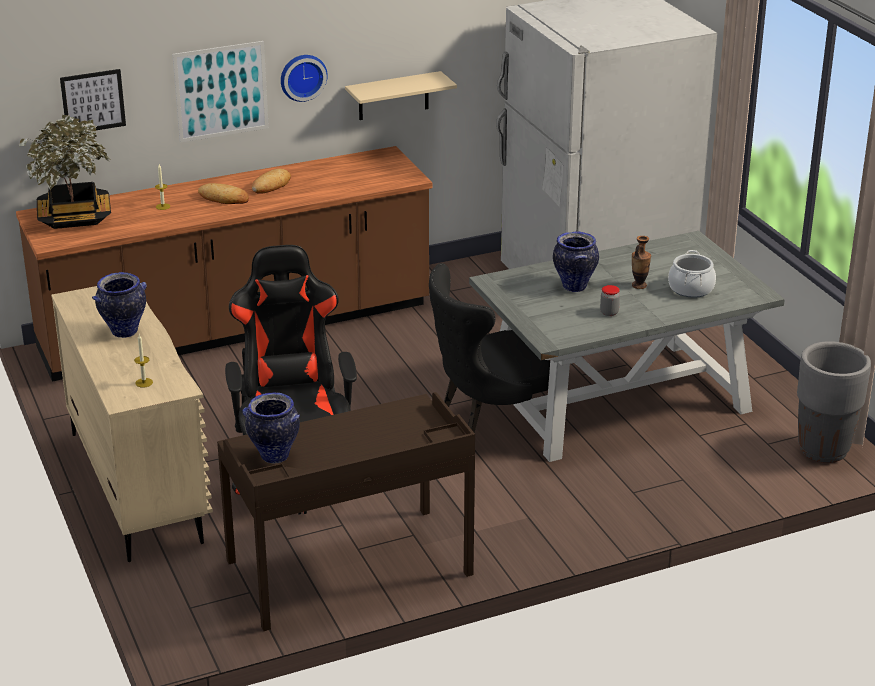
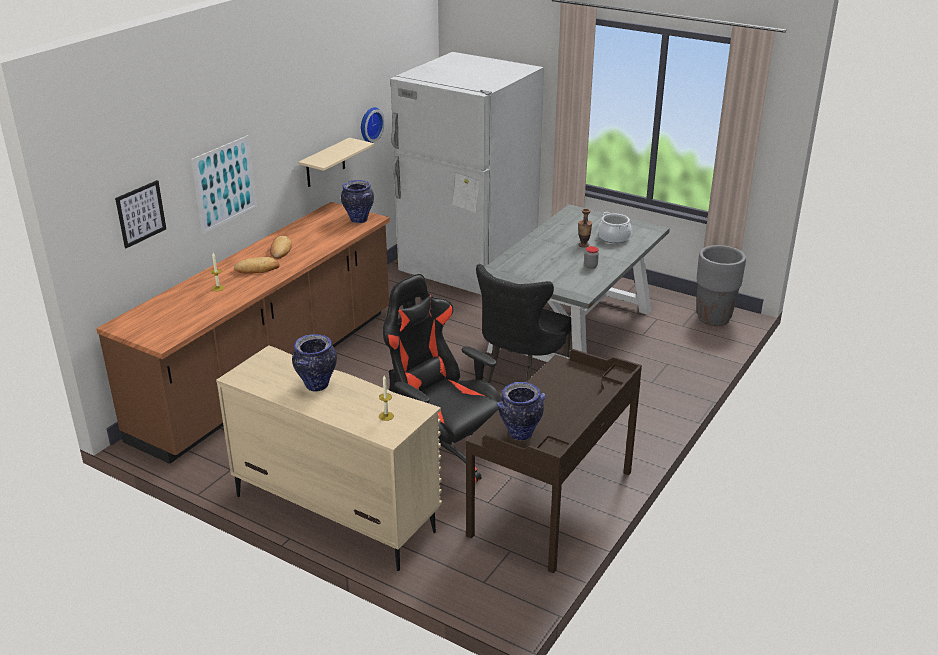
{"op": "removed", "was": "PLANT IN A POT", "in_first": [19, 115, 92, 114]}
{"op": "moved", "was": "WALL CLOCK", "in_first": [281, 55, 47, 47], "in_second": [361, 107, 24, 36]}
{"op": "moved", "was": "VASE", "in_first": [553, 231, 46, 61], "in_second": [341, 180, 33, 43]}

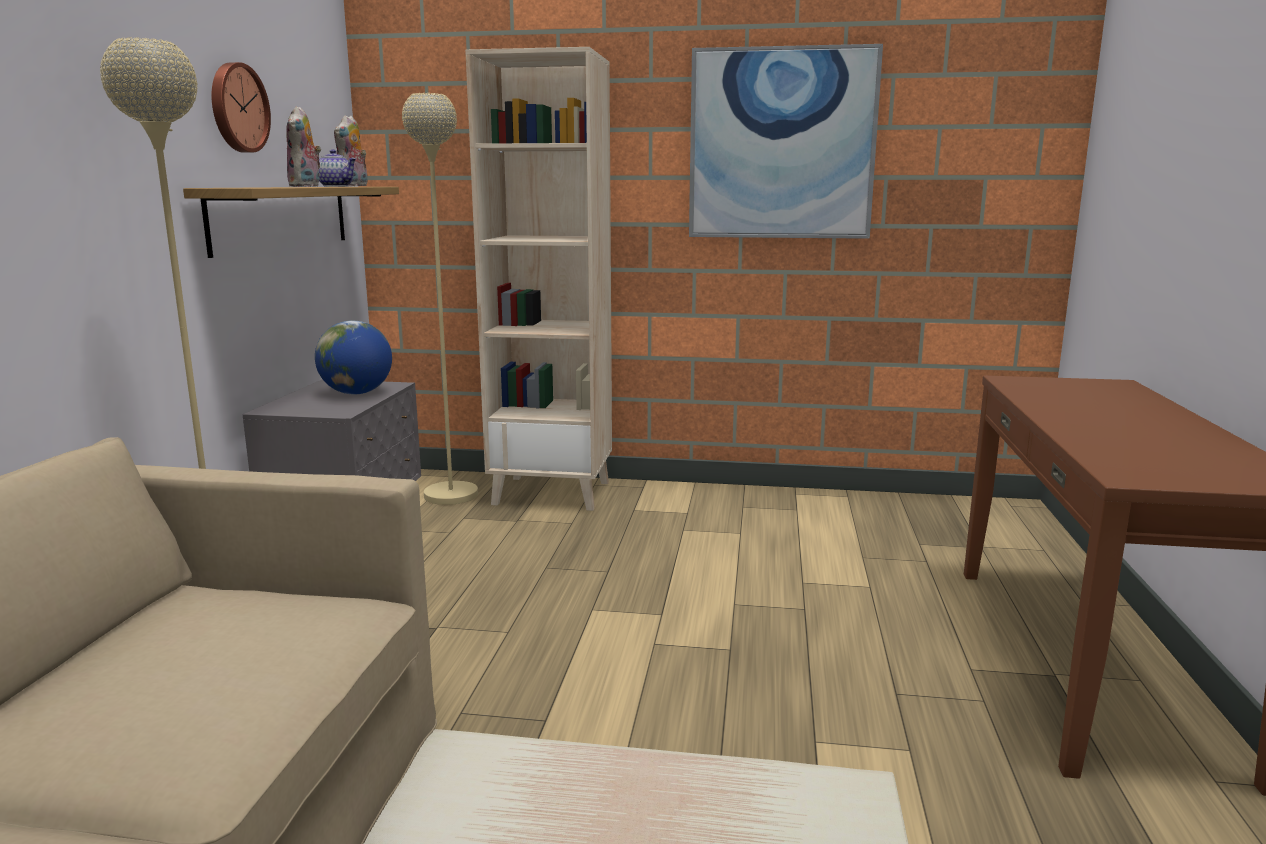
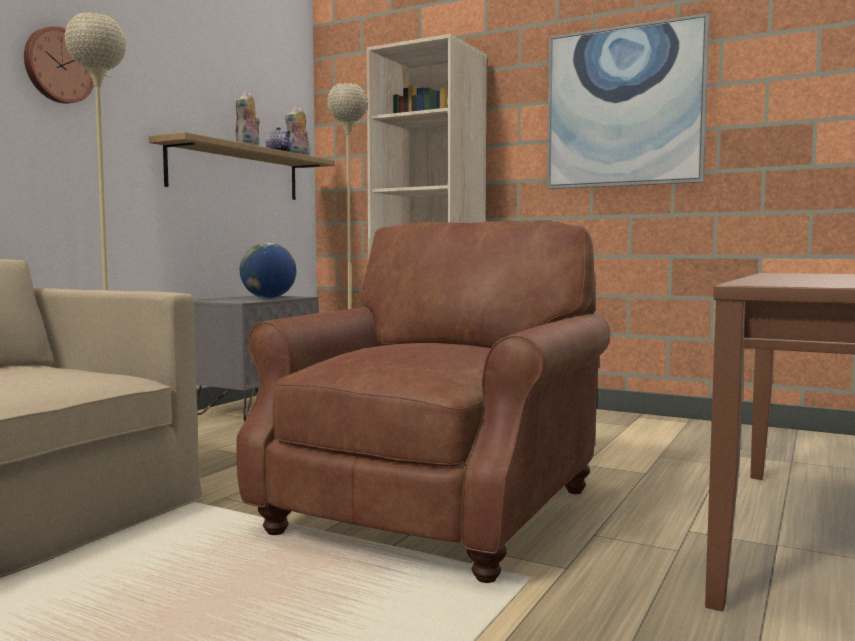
{"op": "added", "now": "BROWNISH LOUNGE CHAIR", "in_second": [236, 220, 374, 363]}
{"op": "moved", "was": "WALL CLOCK", "in_first": [211, 62, 60, 91], "in_second": [24, 26, 70, 78]}

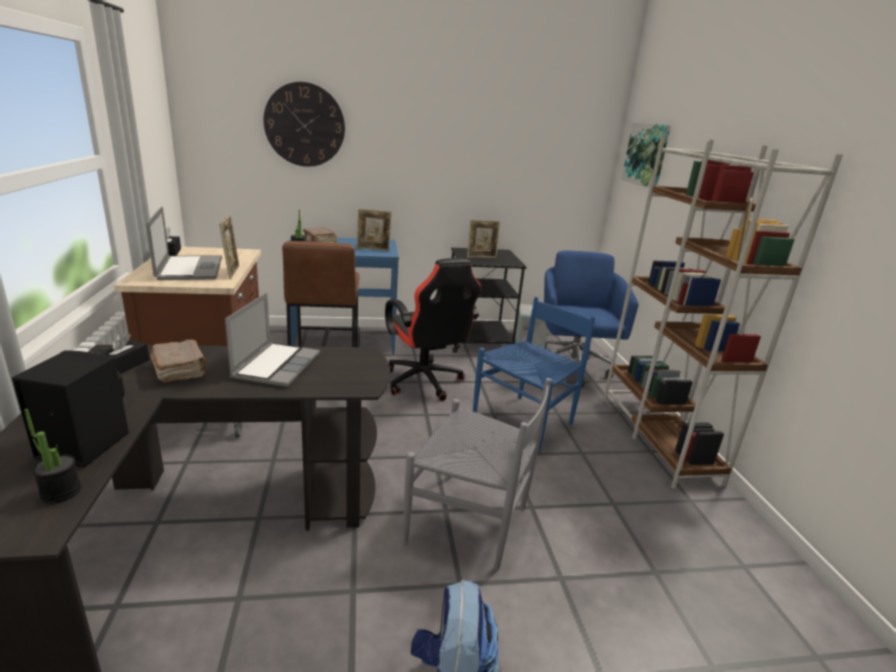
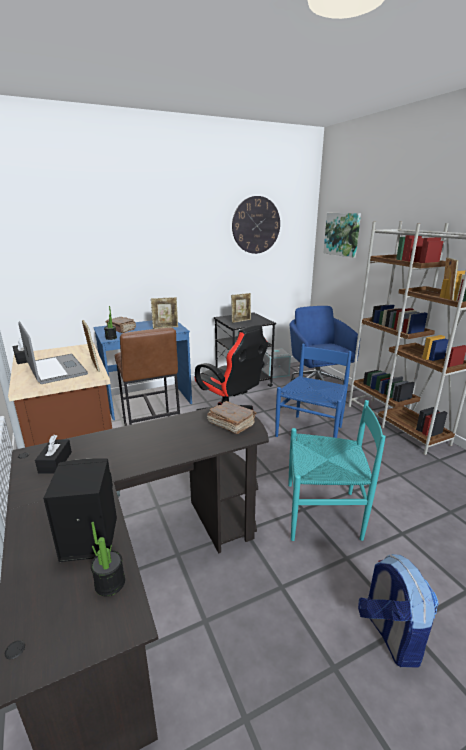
{"op": "removed", "was": "LAPTOP", "in_first": [225, 293, 95, 94]}
{"op": "moved", "was": "BROWNISH BOUND BOOK", "in_first": [151, 339, 56, 44], "in_second": [207, 401, 49, 33]}
{"op": "moved", "was": "WALL CLOCK", "in_first": [263, 82, 82, 85], "in_second": [232, 196, 48, 58]}
{"op": "recoloured", "was": "GREY UPRIGHT CHAIR", "now": "TURQUOISE UPRIGHT CHAIR", "in_first": [403, 378, 148, 192], "in_second": [288, 400, 98, 141]}

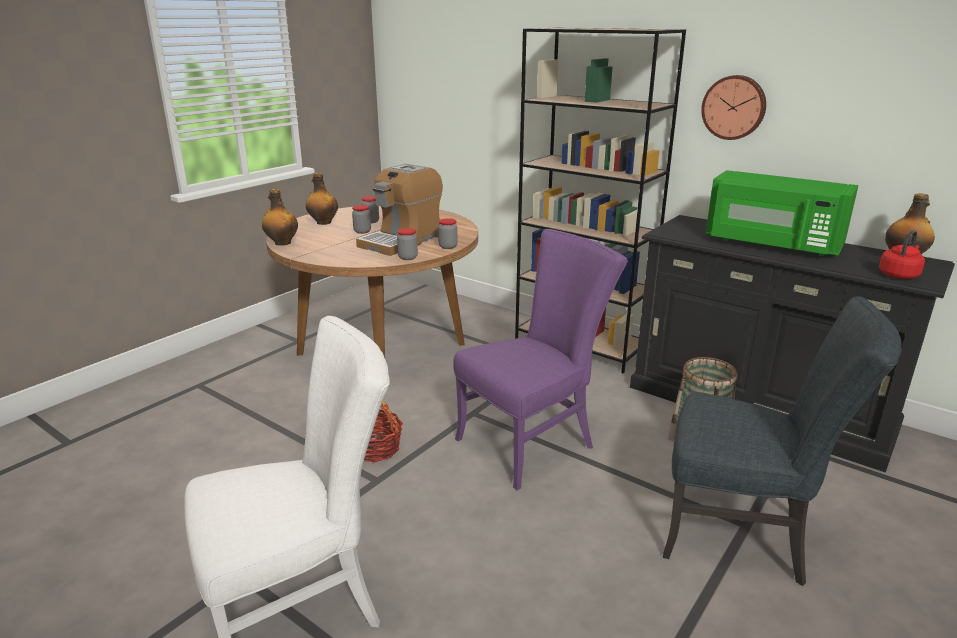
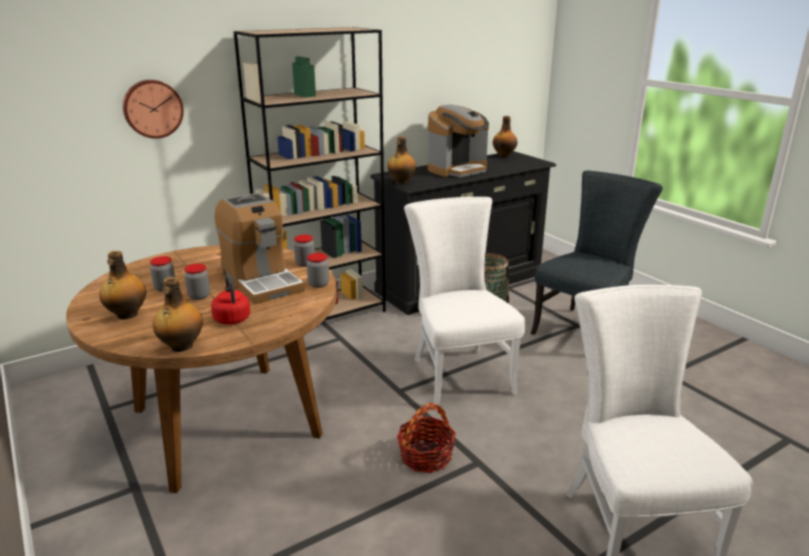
{"op": "added", "now": "BOTTLE", "in_second": [388, 137, 28, 47]}
{"op": "moved", "was": "WALL CLOCK", "in_first": [701, 75, 65, 65], "in_second": [123, 80, 61, 59]}
{"op": "moved", "was": "RED-COLOURED WATER KETTLE", "in_first": [879, 230, 46, 49], "in_second": [211, 275, 39, 50]}
{"op": "replaced", "was": "GREEN MICROWAVE", "now": "COFFEE MACHINE", "in_first": [706, 170, 152, 86], "in_second": [428, 104, 61, 73]}
{"op": "recoloured", "was": "PURPLE UPRIGHT CHAIR", "now": "WHITE-COLOURED UPRIGHT CHAIR", "in_first": [453, 229, 175, 261], "in_second": [404, 197, 121, 209]}

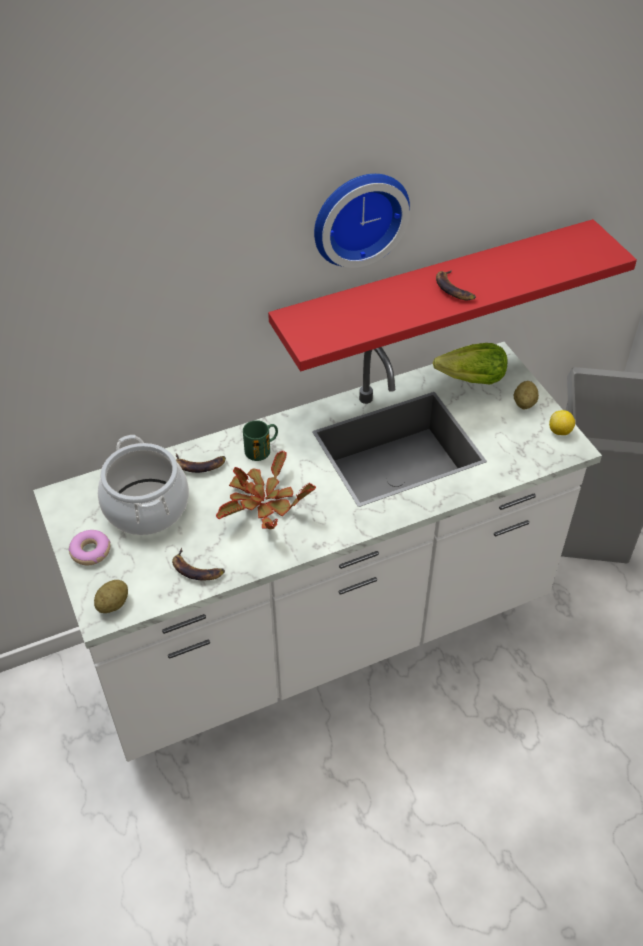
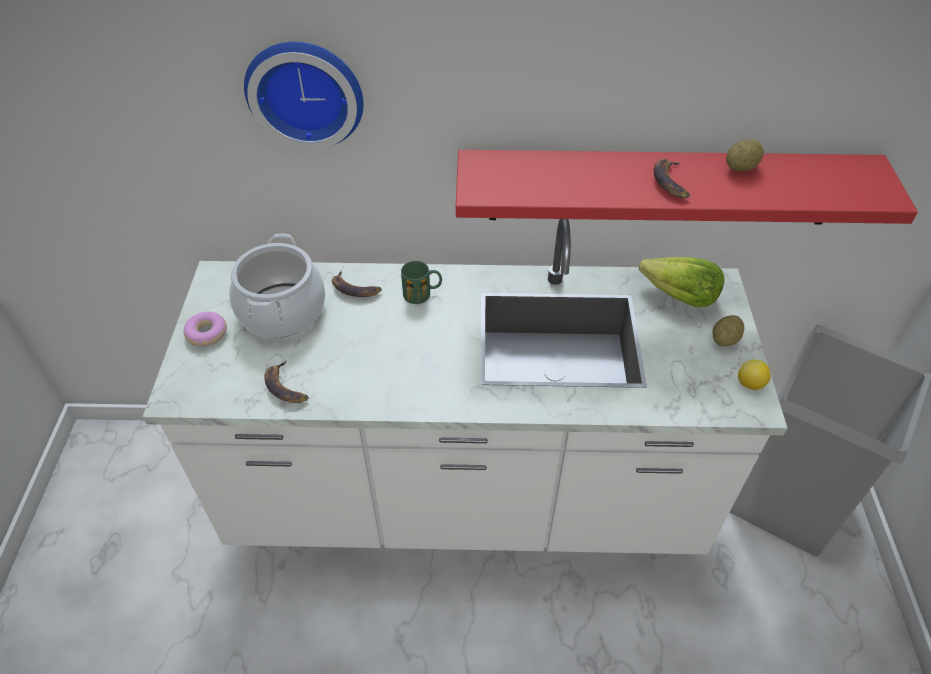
{"op": "removed", "was": "PLANT IN A POT", "in_first": [216, 451, 100, 78]}
{"op": "moved", "was": "POTATO", "in_first": [94, 580, 34, 33], "in_second": [726, 139, 38, 32]}
{"op": "moved", "was": "WALL CLOCK", "in_first": [314, 174, 96, 94], "in_second": [244, 42, 120, 107]}

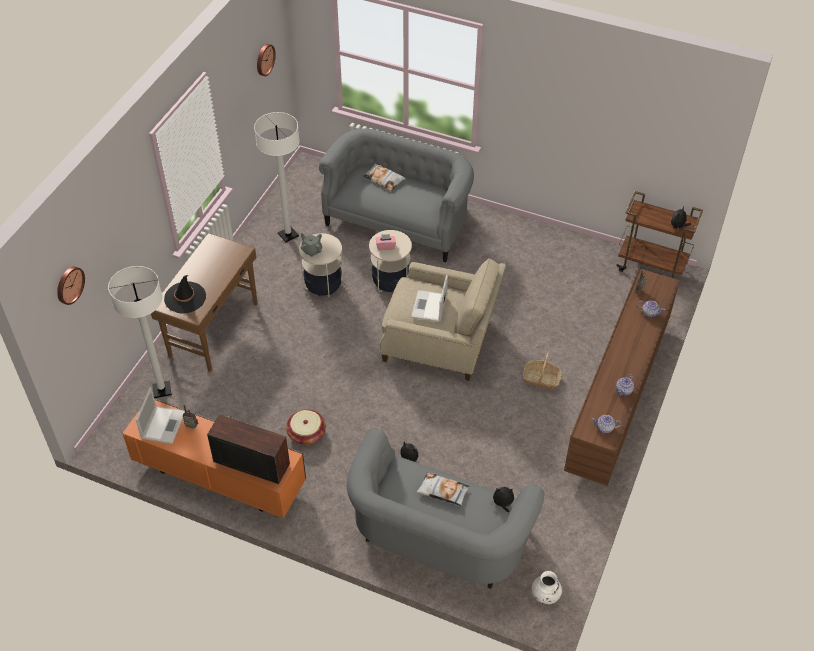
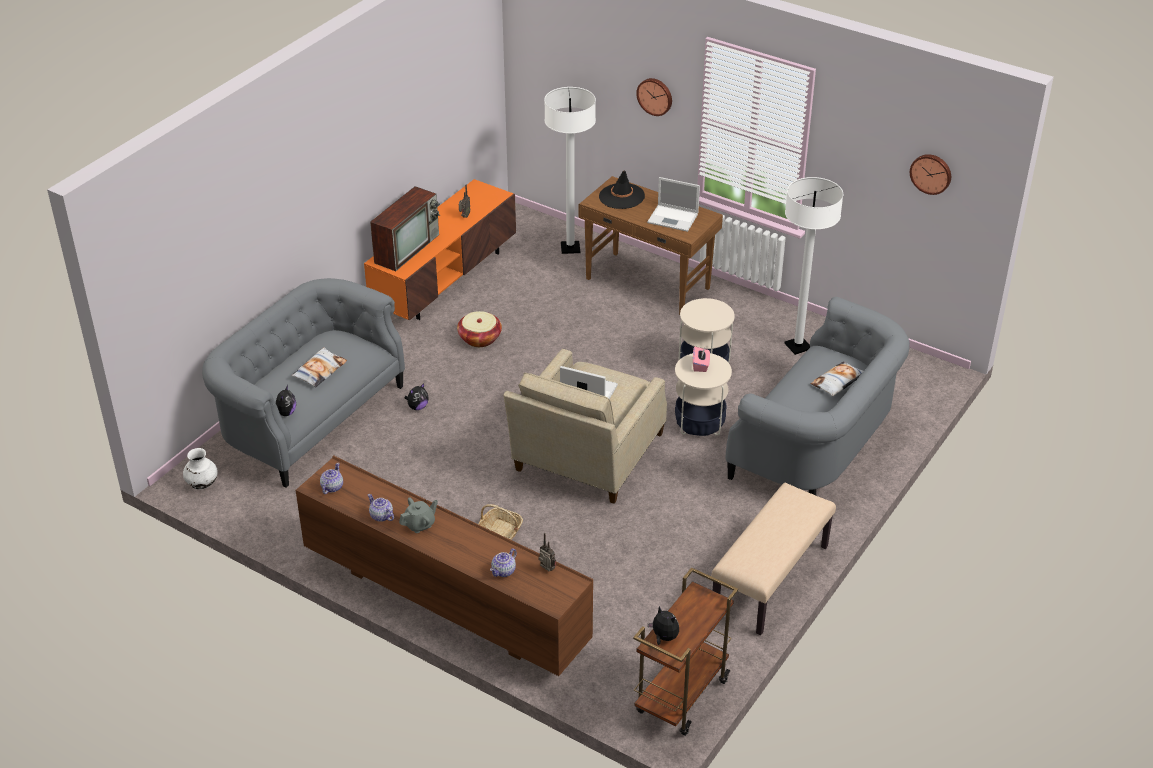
{"op": "added", "now": "BEIGE INDOOR BENCH", "in_second": [711, 483, 125, 152]}
{"op": "moved", "was": "WALL CLOCK", "in_first": [57, 267, 28, 38], "in_second": [636, 78, 36, 38]}
{"op": "moved", "was": "LAPTOP", "in_first": [136, 388, 49, 56], "in_second": [647, 177, 53, 55]}
{"op": "moved", "was": "GREY TEA POT", "in_first": [300, 233, 22, 24], "in_second": [399, 497, 39, 36]}

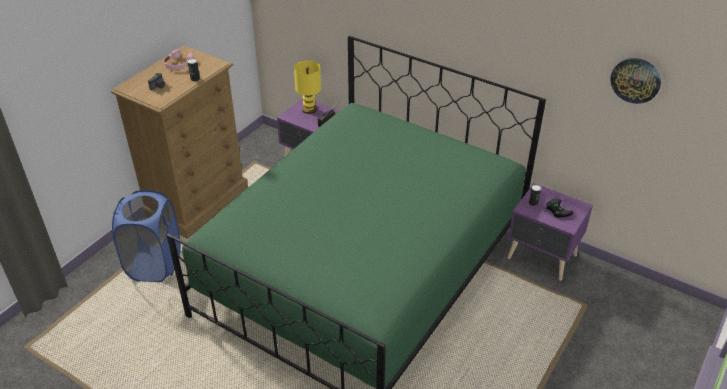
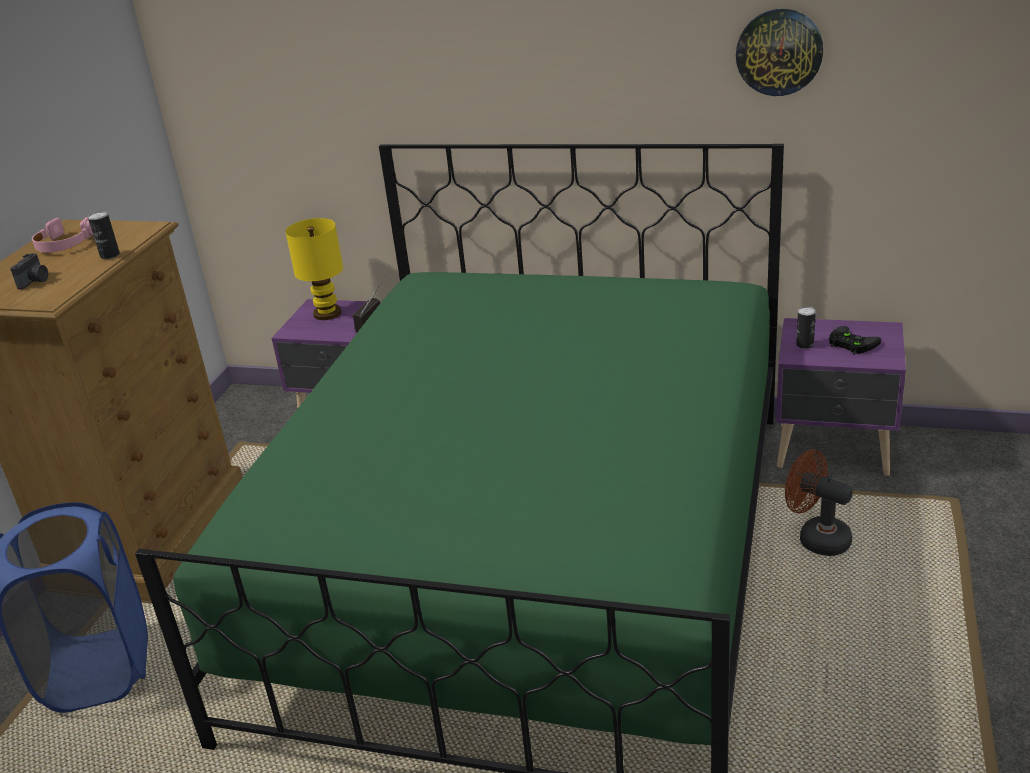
{"op": "added", "now": "BROWNISH COOLING FAN", "in_second": [785, 449, 68, 107]}
{"op": "moved", "was": "WALL CLOCK", "in_first": [610, 58, 51, 46], "in_second": [736, 9, 87, 87]}

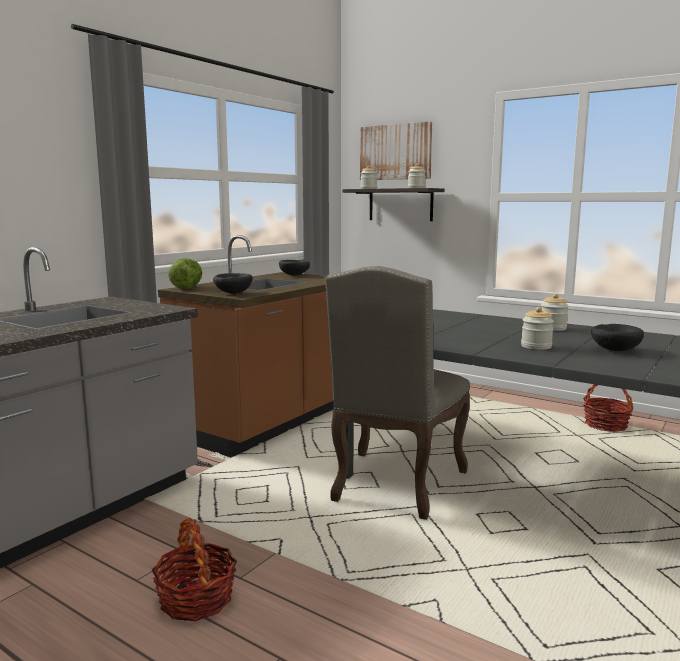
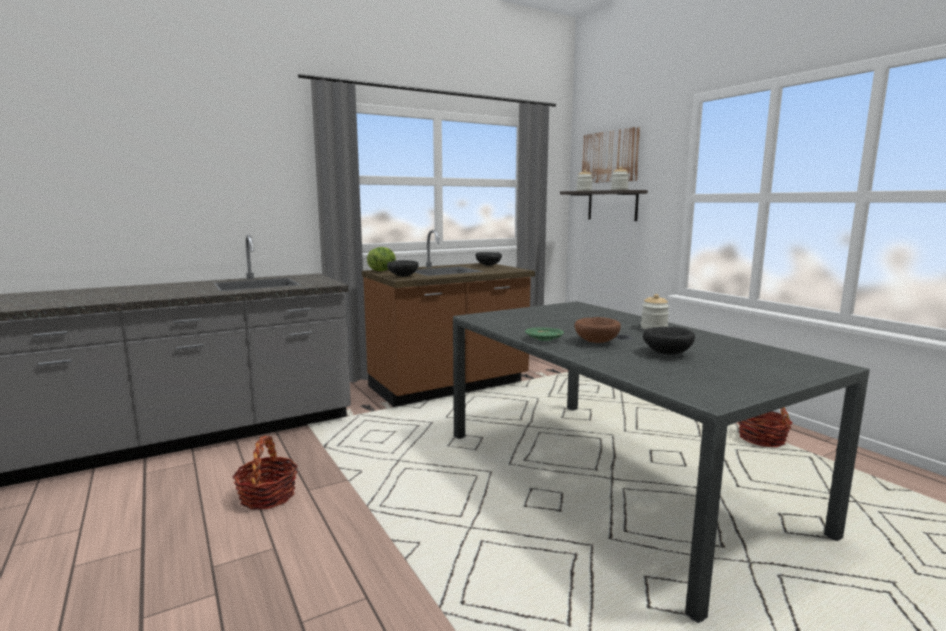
{"op": "removed", "was": "GREY UPRIGHT CHAIR", "in_first": [325, 266, 145, 254]}
{"op": "added", "now": "GREEN PLATE", "in_second": [525, 327, 39, 14]}
{"op": "replaced", "was": "STORAGE JAR", "now": "BROWNISH BOWL", "in_first": [521, 307, 33, 43], "in_second": [574, 317, 47, 26]}

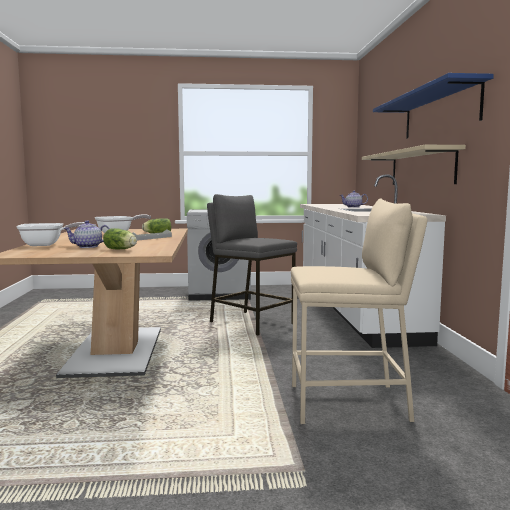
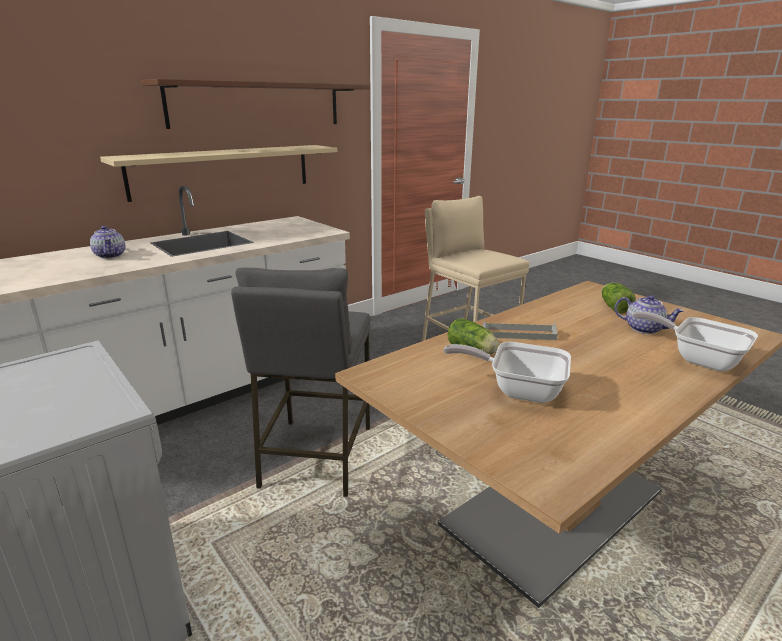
{"op": "recoloured", "was": "BLUISH BRACKET SHELF", "now": "BROWNISH BRACKET SHELF", "in_first": [373, 73, 121, 66], "in_second": [141, 79, 229, 50]}

